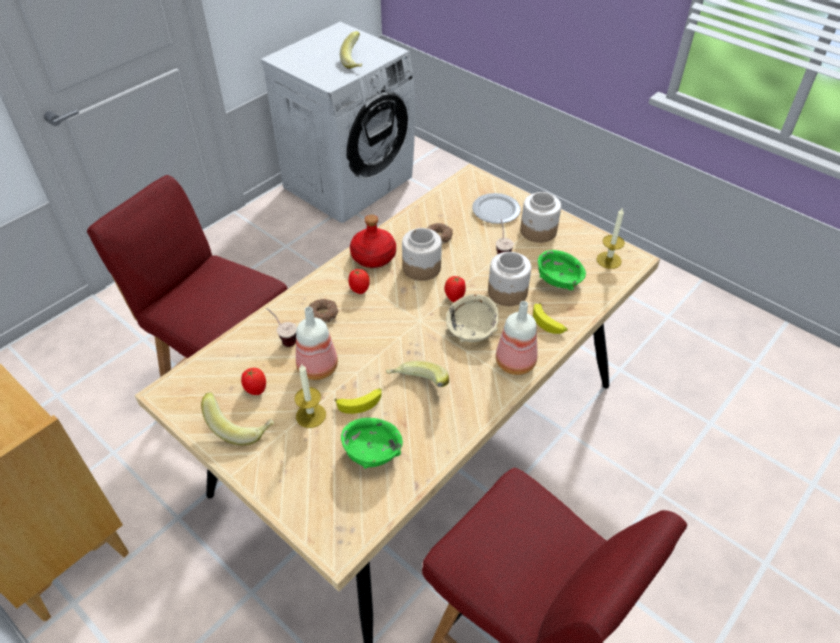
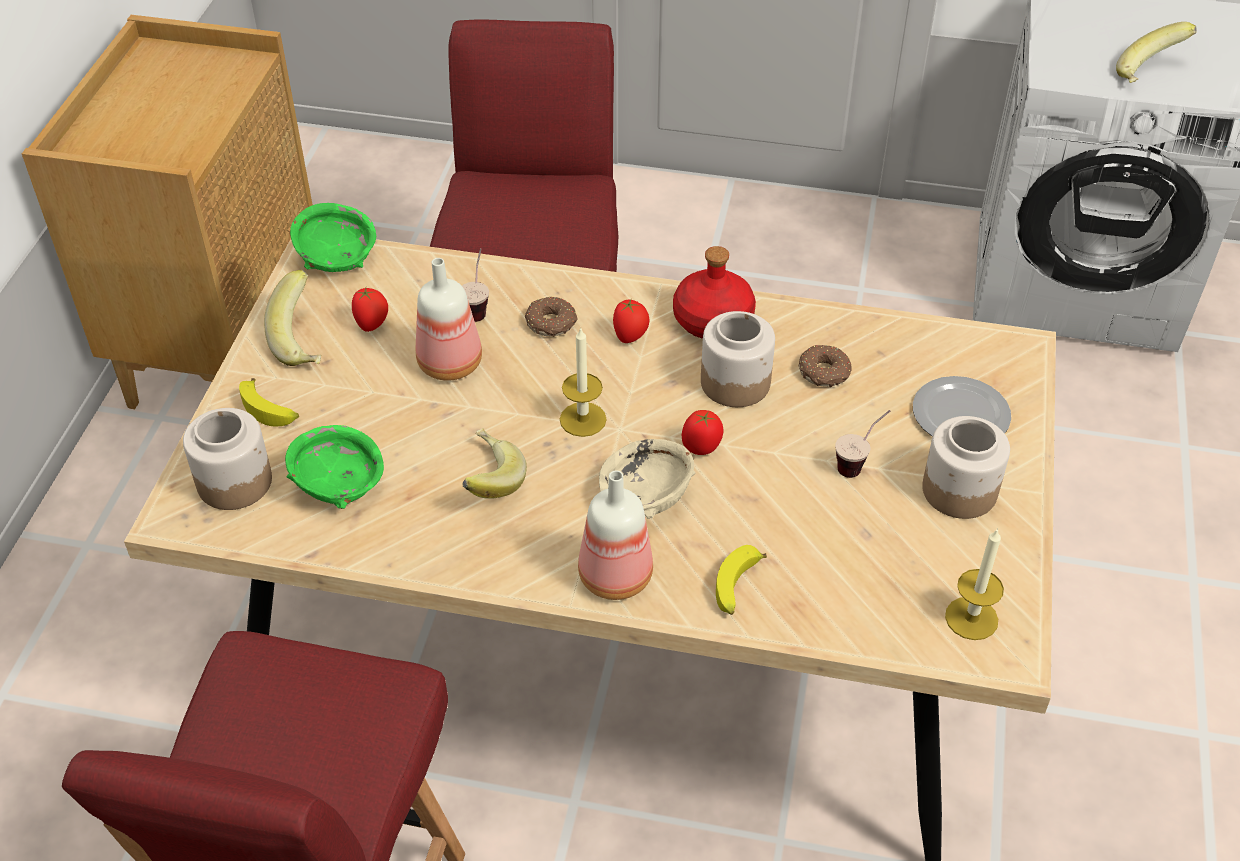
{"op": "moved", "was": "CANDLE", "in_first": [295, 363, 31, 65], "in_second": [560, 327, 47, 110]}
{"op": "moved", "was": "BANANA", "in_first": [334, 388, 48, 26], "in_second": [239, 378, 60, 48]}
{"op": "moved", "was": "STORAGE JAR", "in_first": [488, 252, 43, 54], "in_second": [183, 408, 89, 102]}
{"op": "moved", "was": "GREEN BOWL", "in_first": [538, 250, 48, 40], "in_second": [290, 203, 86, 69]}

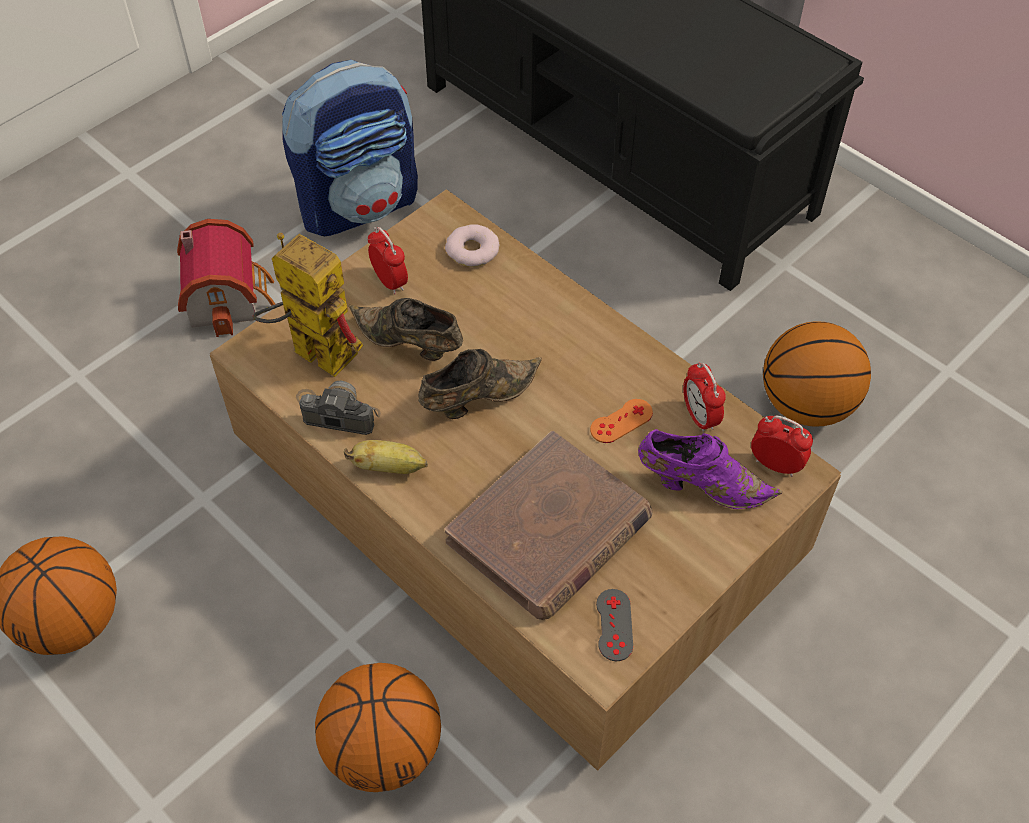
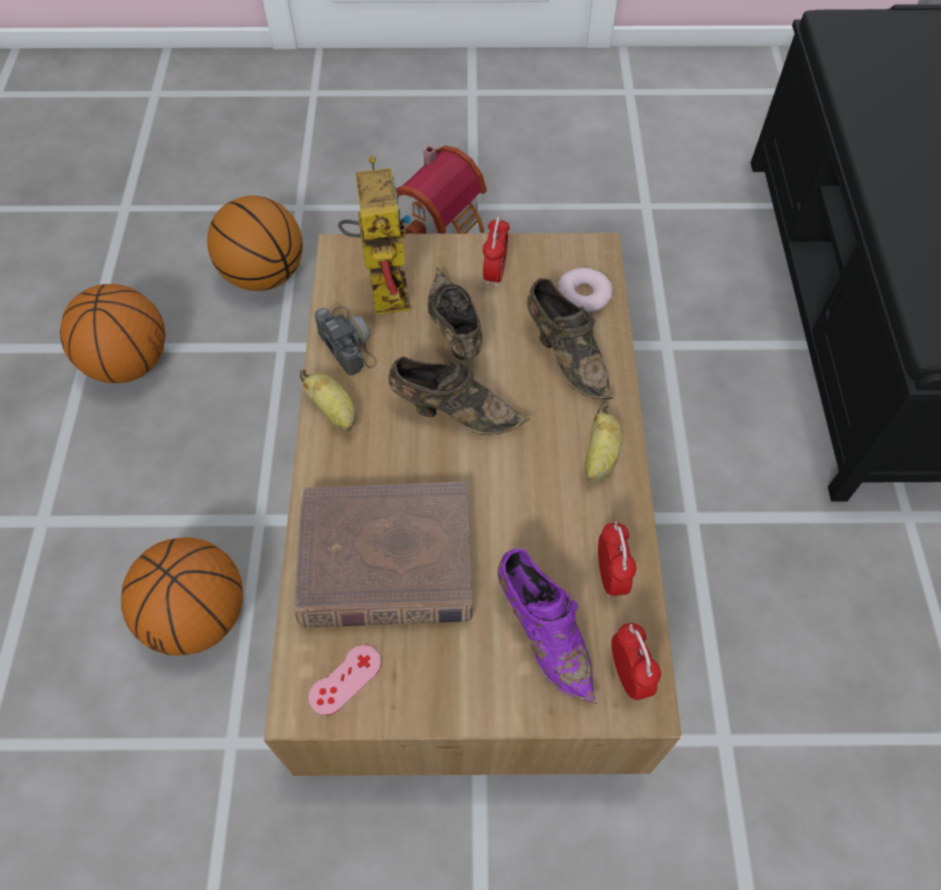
{"op": "removed", "was": "BACKPACK", "in_first": [282, 60, 136, 176]}
{"op": "removed", "was": "ORANGE-COLOURED GAME CONTROLLER", "in_first": [590, 399, 63, 44]}
{"op": "added", "now": "BROWNISH LOW SHOE", "in_second": [527, 278, 87, 121]}
{"op": "added", "now": "BANANA", "in_second": [585, 404, 37, 78]}
{"op": "moved", "was": "BALL FOR BASKETBALL", "in_first": [763, 321, 108, 106], "in_second": [207, 196, 96, 95]}
{"op": "recoloured", "was": "GREY GAME CONTROLLER", "now": "PINKISH GAME CONTROLLER", "in_first": [596, 589, 37, 72], "in_second": [309, 645, 72, 70]}
{"op": "turned", "was": "TABLE CLOCK", "in_first": [683, 362, 43, 71], "in_second": [598, 522, 38, 75], "clockwise": 150}

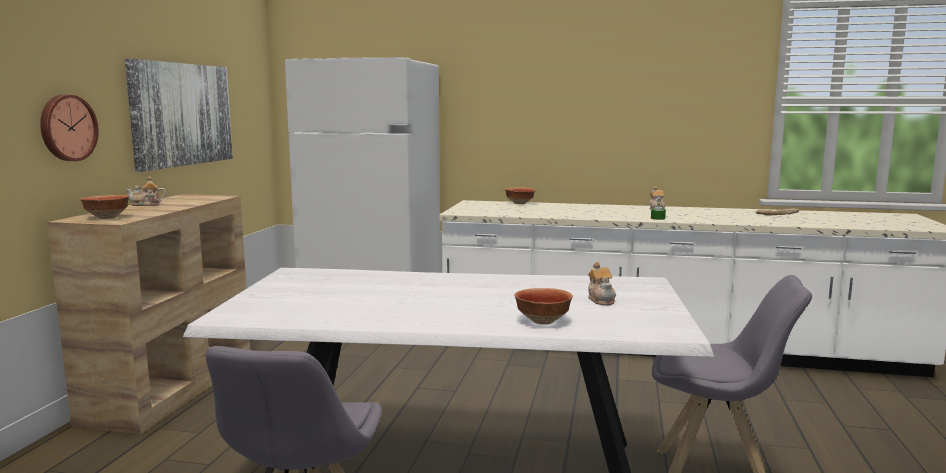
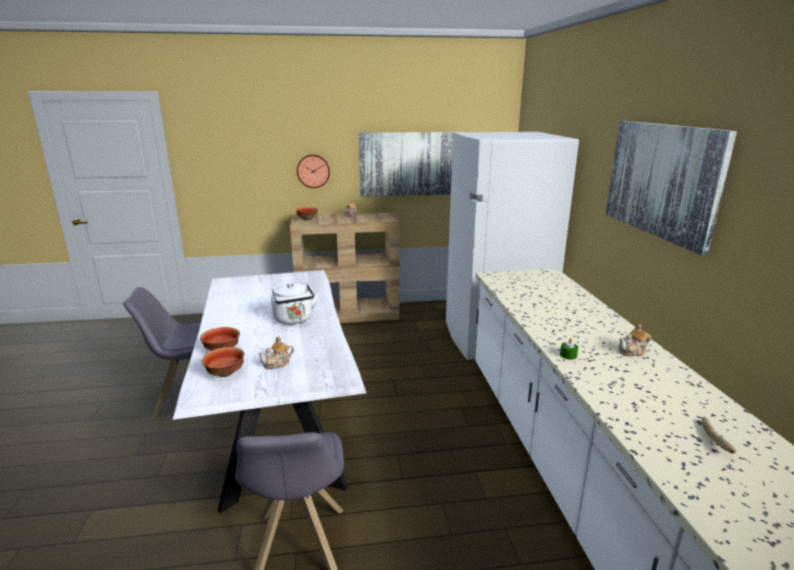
{"op": "added", "now": "WHITE-COLOURED WATER KETTLE", "in_second": [271, 283, 48, 42]}
{"op": "added", "now": "PICTURE", "in_second": [606, 121, 131, 135]}
{"op": "moved", "was": "BOWL", "in_first": [505, 187, 30, 17], "in_second": [202, 347, 42, 30]}

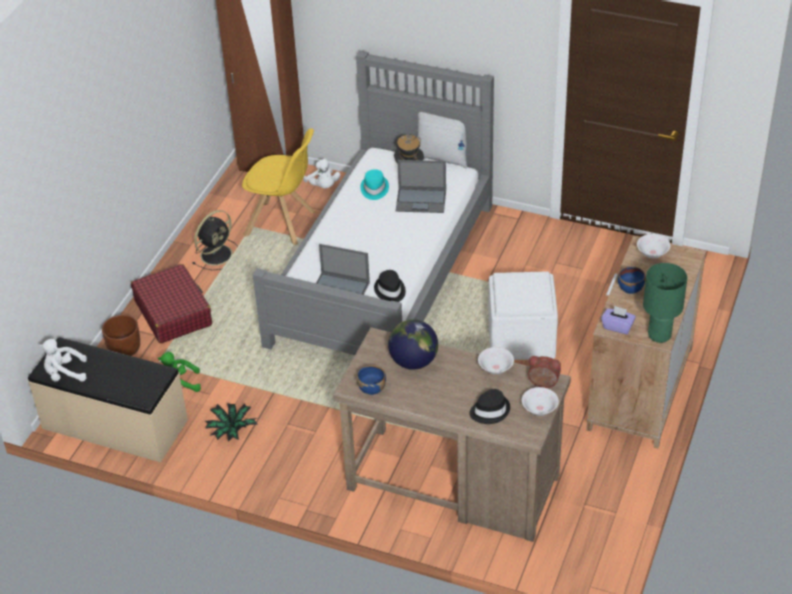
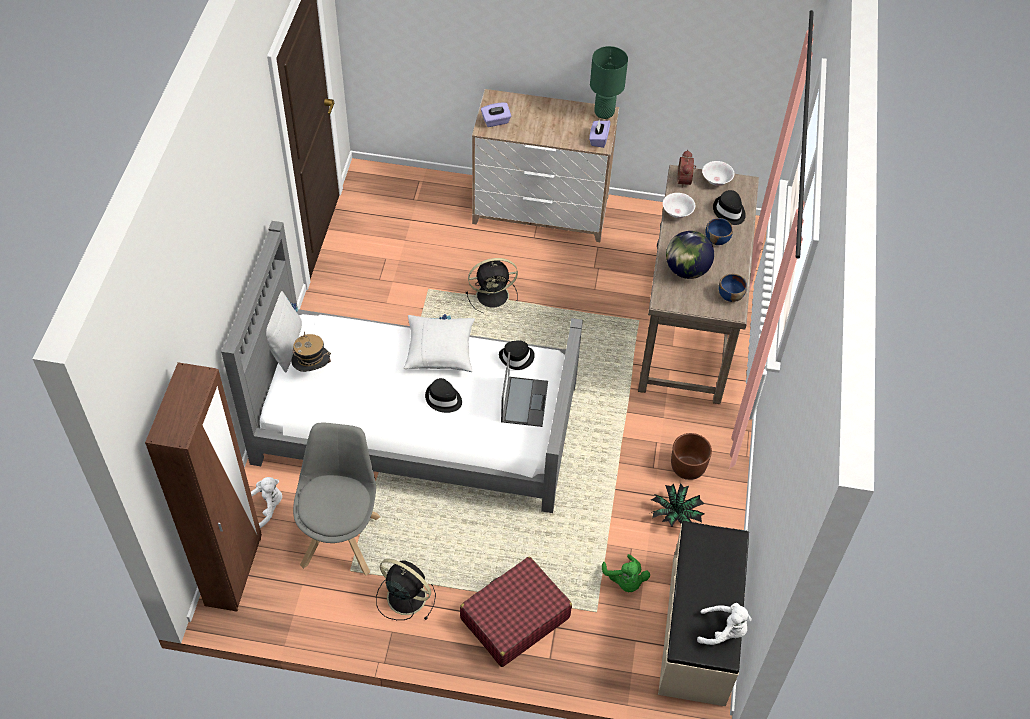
{"op": "removed", "was": "TURQUOISE CLOTHING HAT", "in_first": [360, 169, 29, 31]}
{"op": "removed", "was": "LAPTOP", "in_first": [396, 160, 50, 53]}
{"op": "added", "now": "GREY PILLOW", "in_second": [404, 314, 71, 58]}
{"op": "added", "now": "BLACK-COLOURED CLOTHING HAT", "in_second": [425, 378, 37, 35]}
{"op": "moved", "was": "BROWNISH PLANT POT", "in_first": [102, 315, 38, 41], "in_second": [671, 433, 41, 47]}
{"op": "moved", "was": "BLUISH BOWL", "in_first": [618, 266, 28, 28], "in_second": [706, 218, 27, 27]}
{"op": "replaced", "was": "WHITE-COLOURED OTTOMAN", "now": "BLACK-COLOURED COOLING FAN", "in_first": [488, 272, 70, 88], "in_second": [466, 258, 52, 55]}
{"op": "replaced", "was": "WHITE-COLOURED BOWL", "now": "PURPLE TISSUE HOLDER", "in_first": [637, 234, 33, 24], "in_second": [481, 102, 30, 25]}
{"op": "recoloured", "was": "YELLOW UPRIGHT CHAIR", "now": "GREY UPRIGHT CHAIR", "in_first": [242, 128, 73, 117], "in_second": [293, 423, 87, 153]}
{"op": "turned", "was": "WHITE-COLOURED PLUSH TOY", "in_first": [40, 339, 47, 42], "in_second": [697, 603, 55, 42], "clockwise": -60}

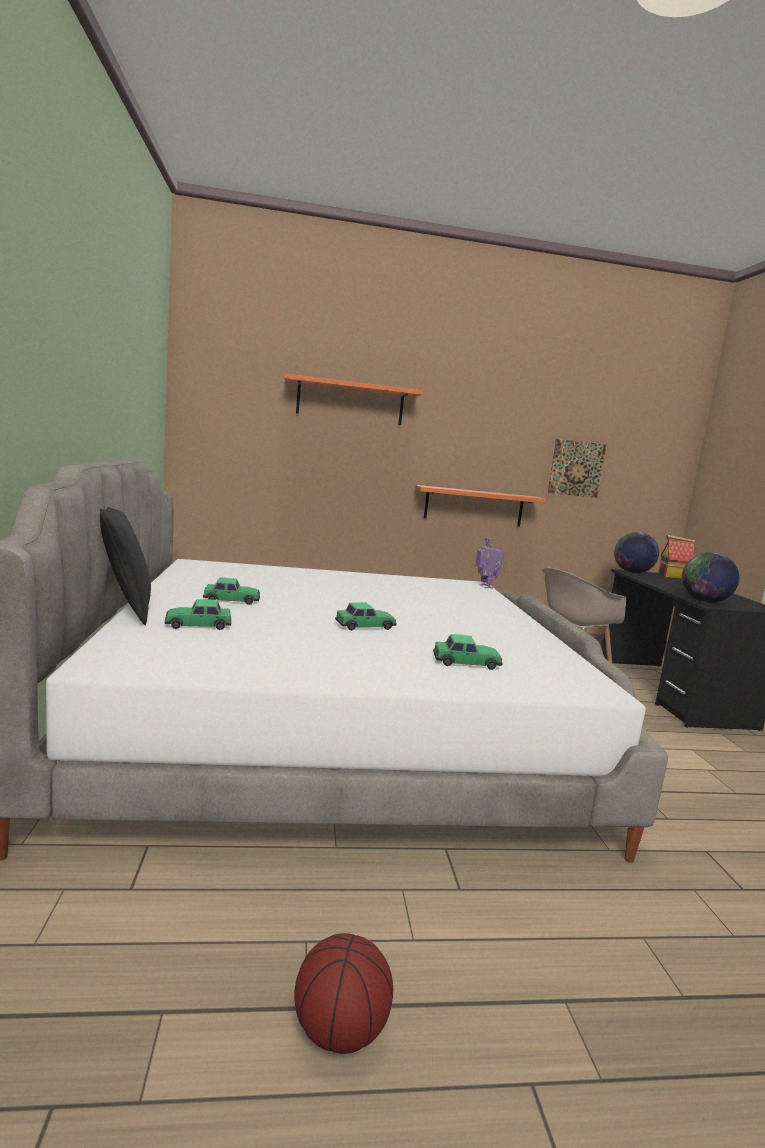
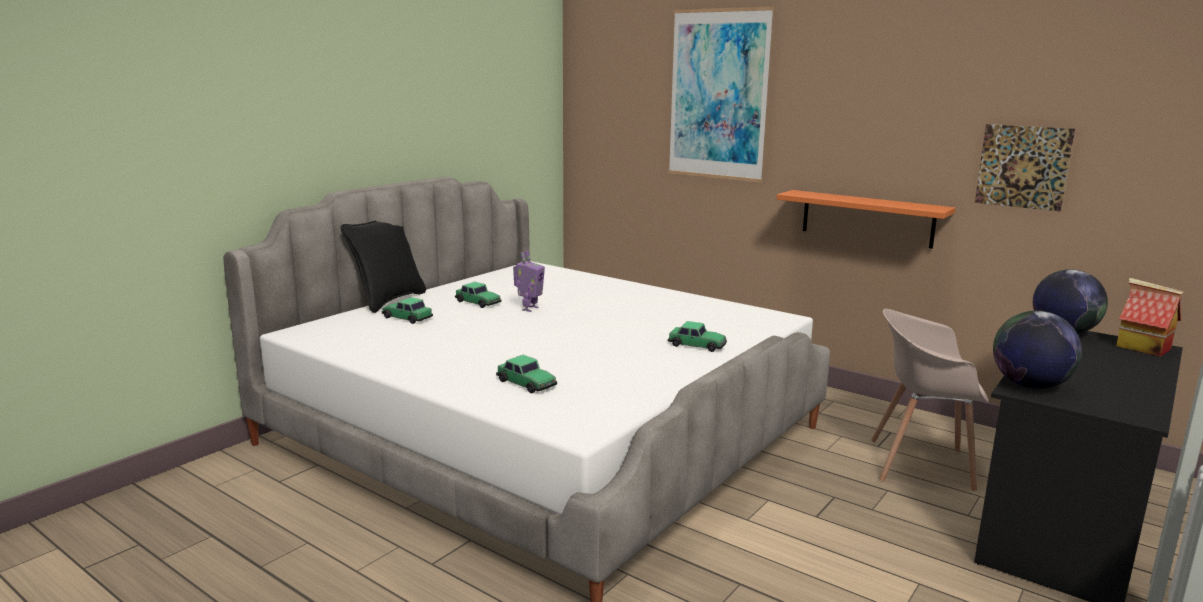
{"op": "removed", "was": "BALL FOR BASKETBALL", "in_first": [294, 933, 99, 121]}
{"op": "moved", "was": "MINIATURE CAR", "in_first": [335, 602, 62, 29], "in_second": [668, 321, 59, 31]}
{"op": "moved", "was": "ROBOT FIGURE", "in_first": [476, 537, 28, 52], "in_second": [513, 250, 32, 62]}
{"op": "replaced", "was": "ORANGE-COLOURED BRACKET SHELF", "now": "PICTURE", "in_first": [284, 374, 138, 51], "in_second": [668, 7, 106, 175]}

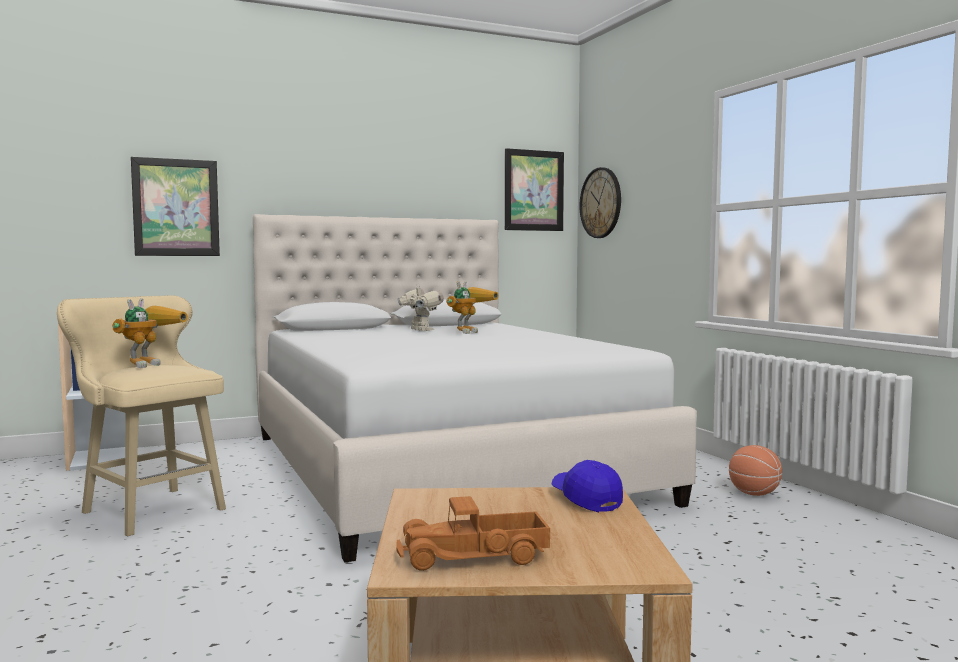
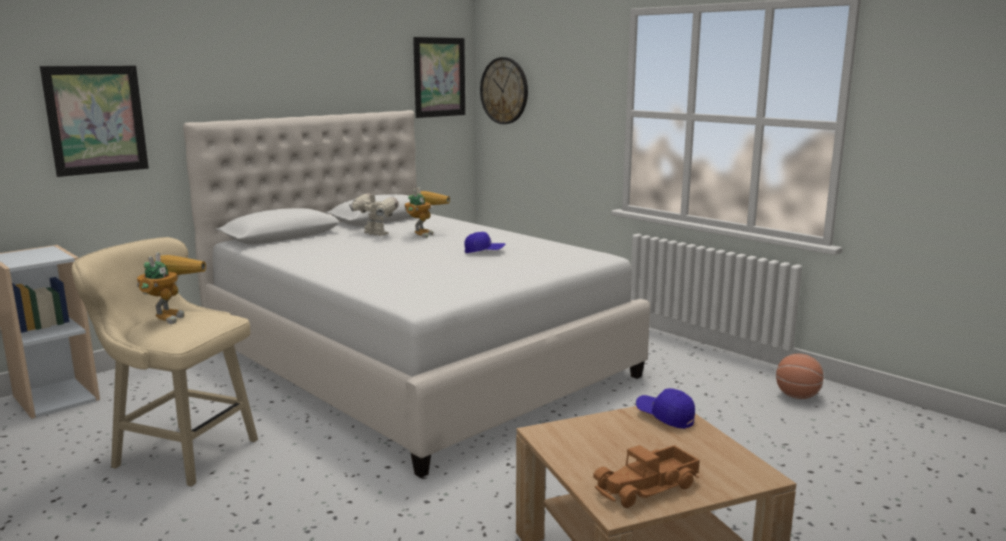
{"op": "added", "now": "BLUISH CAP", "in_second": [464, 232, 41, 21]}
{"op": "moved", "was": "BALL FOR BASKETBALL", "in_first": [729, 445, 53, 51], "in_second": [776, 354, 48, 45]}

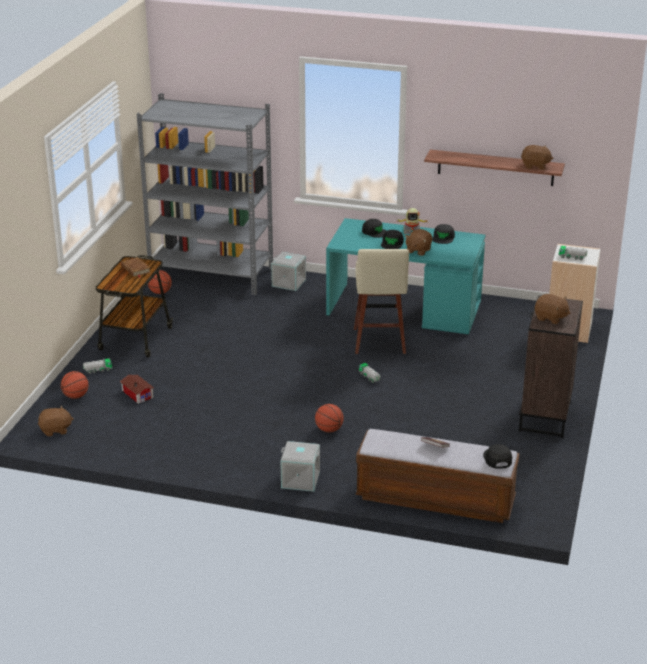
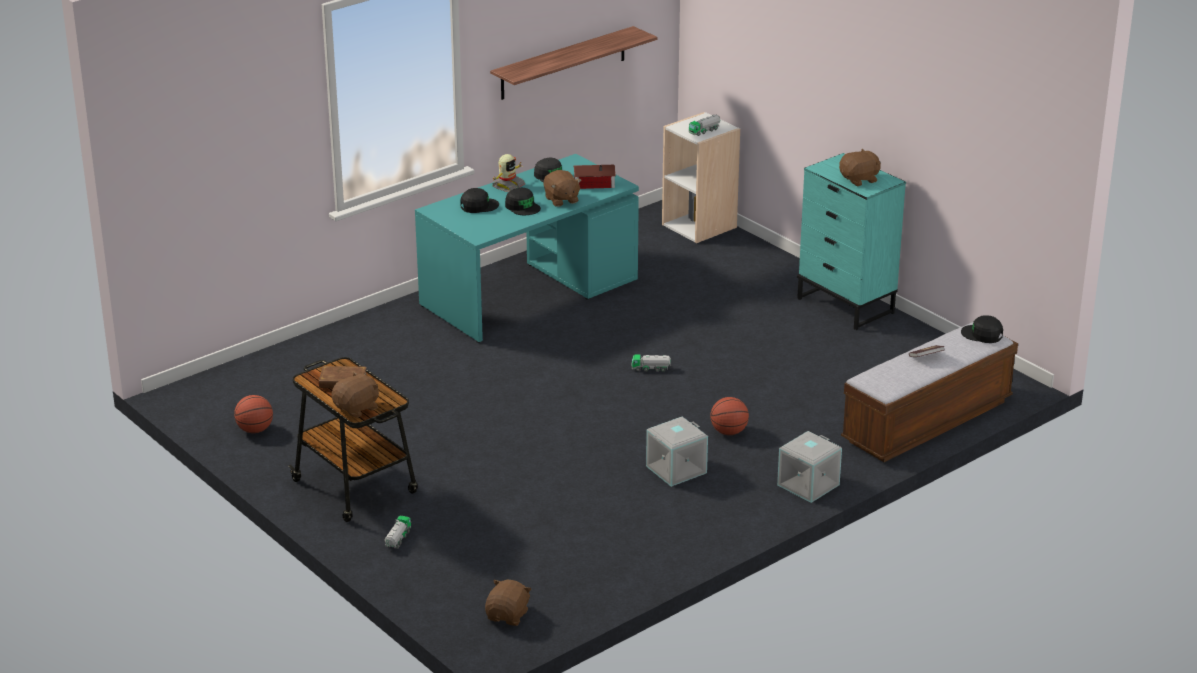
{"op": "removed", "was": "BALL FOR BASKETBALL", "in_first": [61, 371, 28, 28]}
{"op": "removed", "was": "GREY BOOKCASE", "in_first": [137, 93, 136, 202]}
{"op": "removed", "was": "BEIGE STOOL SEAT", "in_first": [354, 249, 55, 105]}
{"op": "moved", "was": "MODEL HOUSE", "in_first": [120, 375, 34, 29], "in_second": [573, 165, 43, 24]}
{"op": "moved", "was": "GREY STORAGE BIN", "in_first": [271, 252, 35, 39], "in_second": [646, 417, 62, 70]}
{"op": "moved", "was": "BROWNISH PLUSH TOY", "in_first": [521, 145, 32, 25], "in_second": [332, 372, 47, 46]}
{"op": "recoloured", "was": "BROWNISH DRESSER", "now": "TURQUOISE DRESSER", "in_first": [519, 295, 64, 143], "in_second": [797, 153, 109, 177]}

